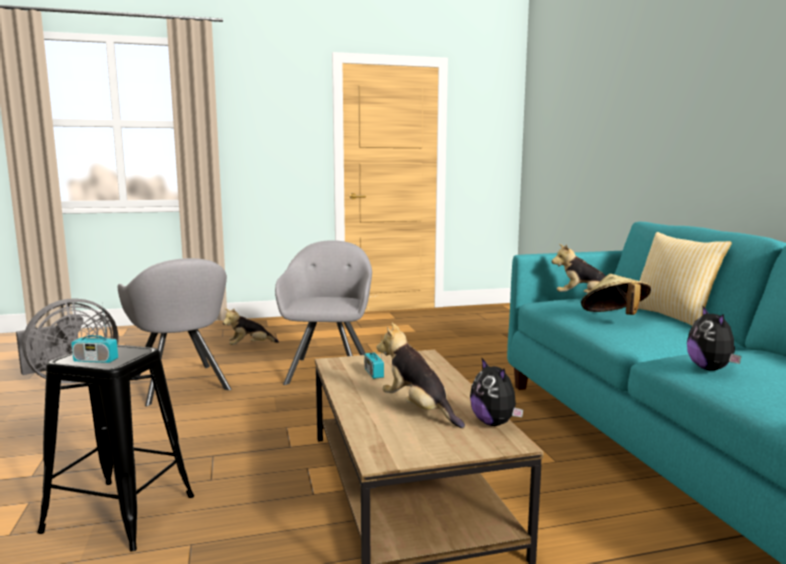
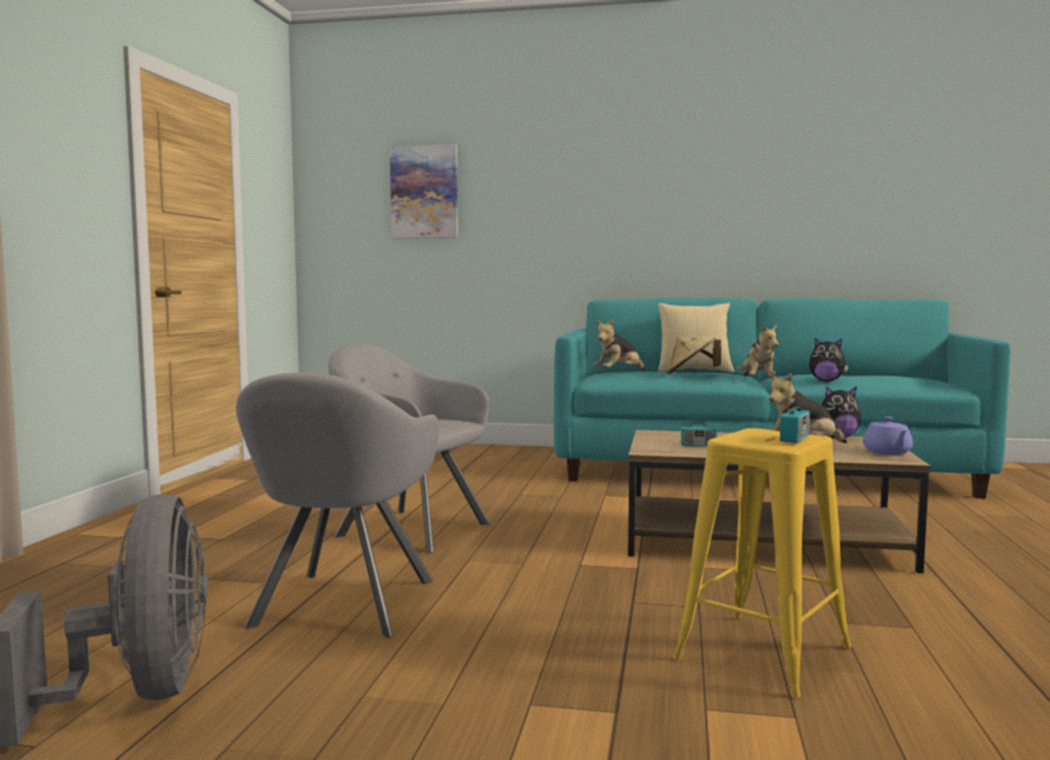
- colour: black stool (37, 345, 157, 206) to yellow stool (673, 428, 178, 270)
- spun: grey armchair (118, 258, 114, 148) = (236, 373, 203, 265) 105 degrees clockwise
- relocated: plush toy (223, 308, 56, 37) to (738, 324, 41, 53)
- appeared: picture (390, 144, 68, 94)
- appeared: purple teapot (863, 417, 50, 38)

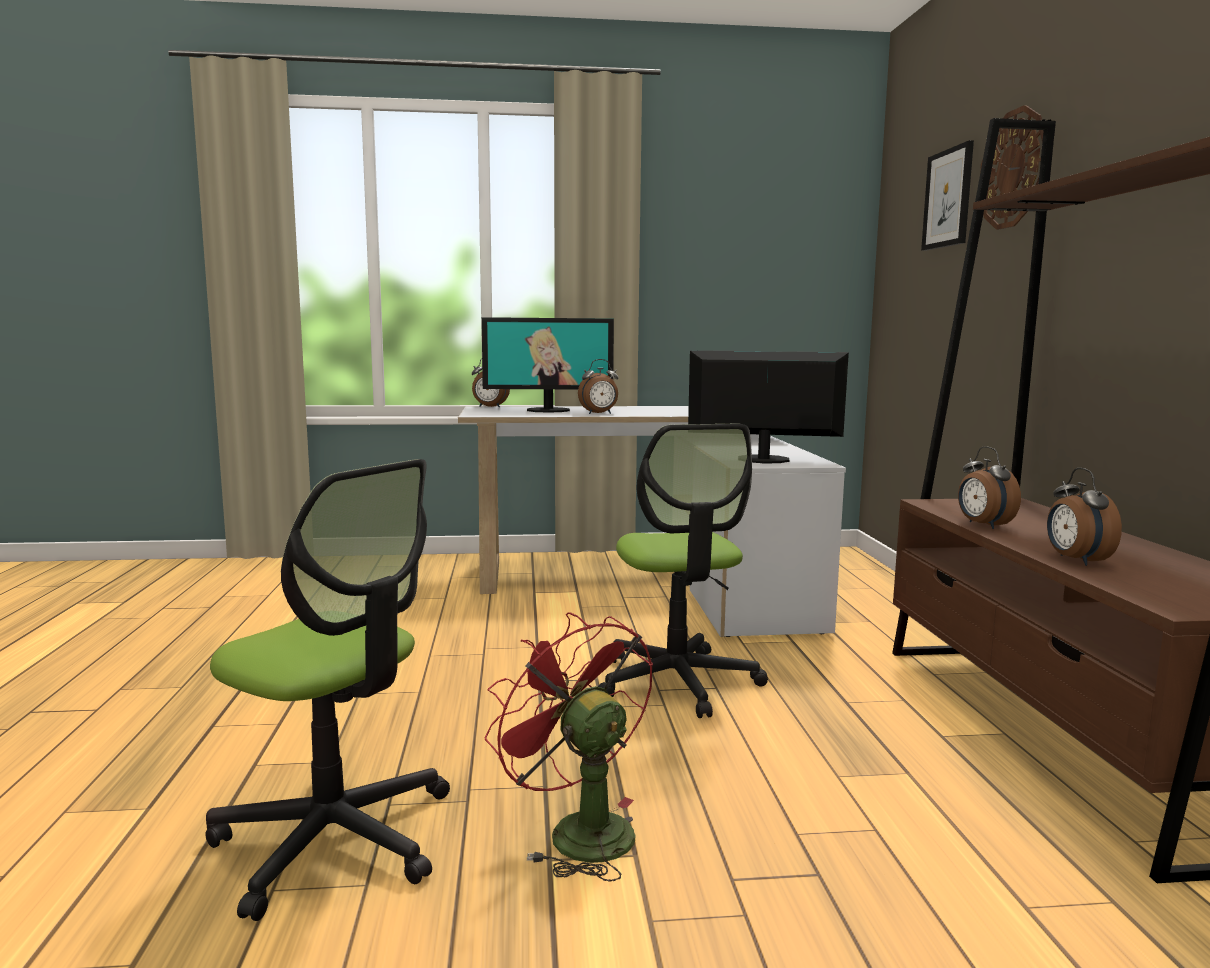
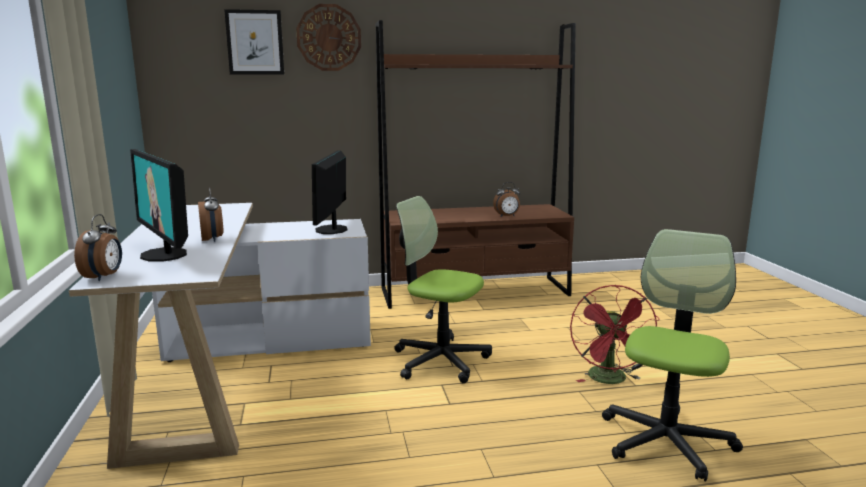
- spun: monitor (482, 317, 132, 96) = (130, 149, 58, 113) 150 degrees clockwise
- spun: red fan (485, 612, 168, 270) = (570, 285, 90, 99) 45 degrees counterclockwise
- spun: office chair (598, 424, 170, 294) = (394, 196, 98, 187) 135 degrees counterclockwise
- missing: alarm clock (958, 447, 63, 82)

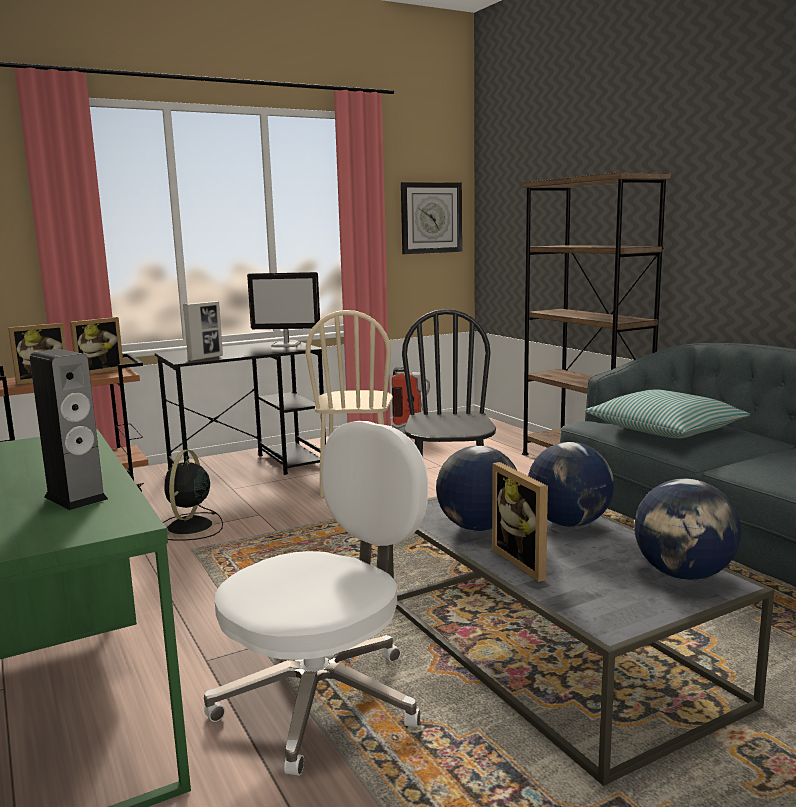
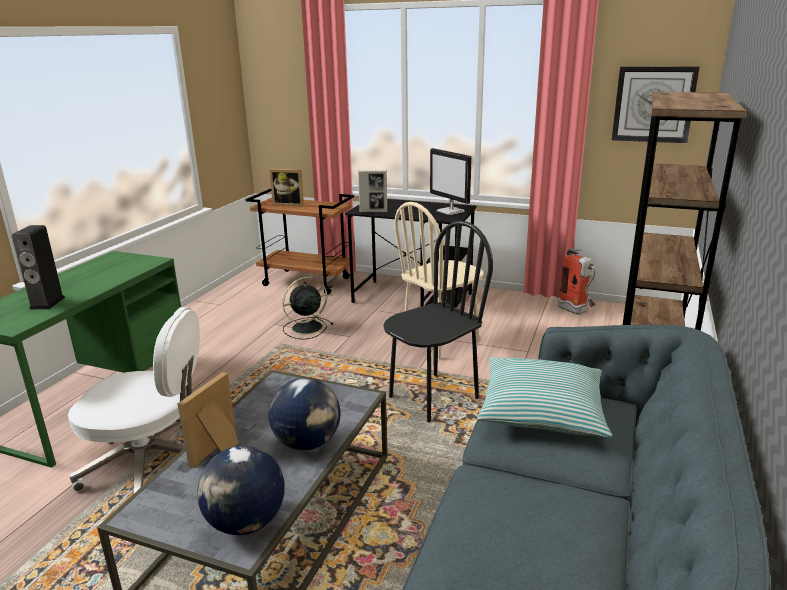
- missing: picture frame (70, 317, 54, 57)
- missing: globe (436, 446, 81, 85)

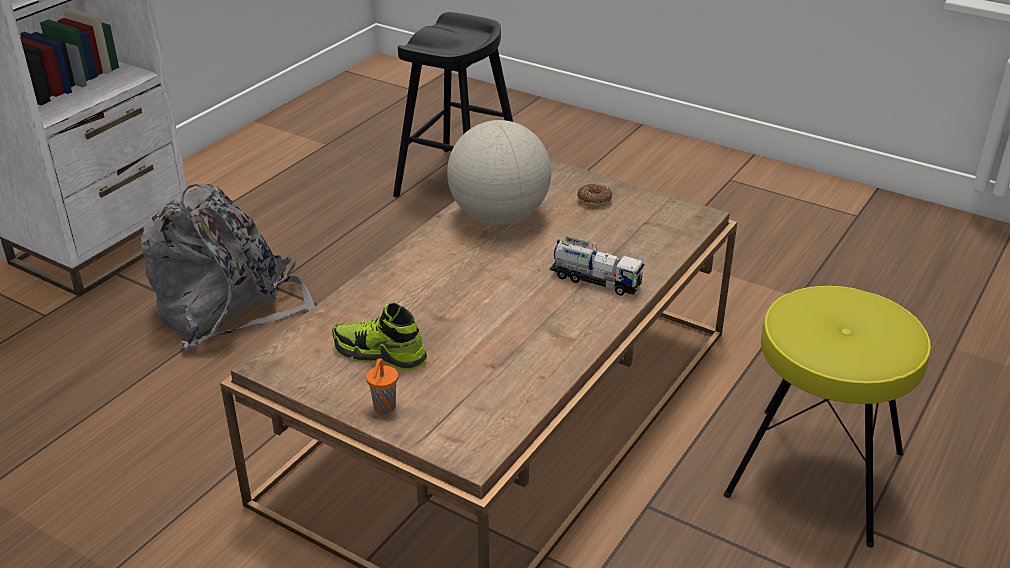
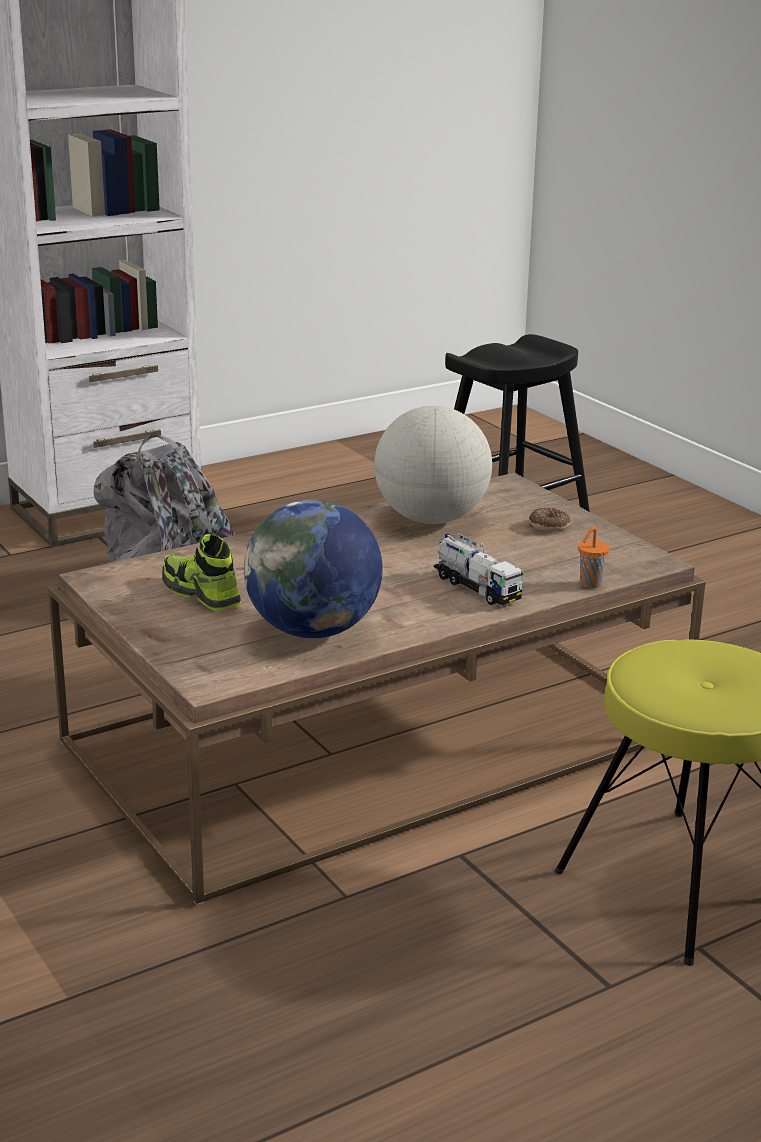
- relocated: orange cup (366, 358, 32, 56) to (578, 526, 32, 62)
- appeared: globe (244, 499, 139, 139)

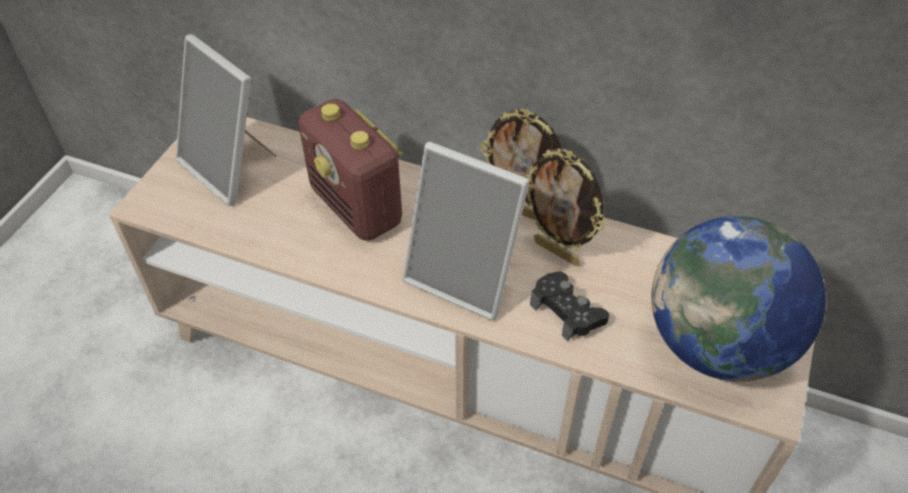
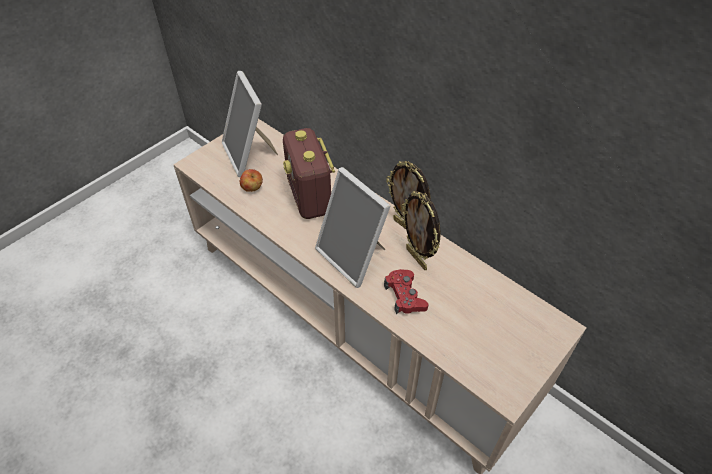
- colour: black game controller (530, 272, 79, 69) to red game controller (384, 269, 44, 45)
- missing: globe (651, 216, 175, 166)
- appeared: apple (240, 169, 23, 23)

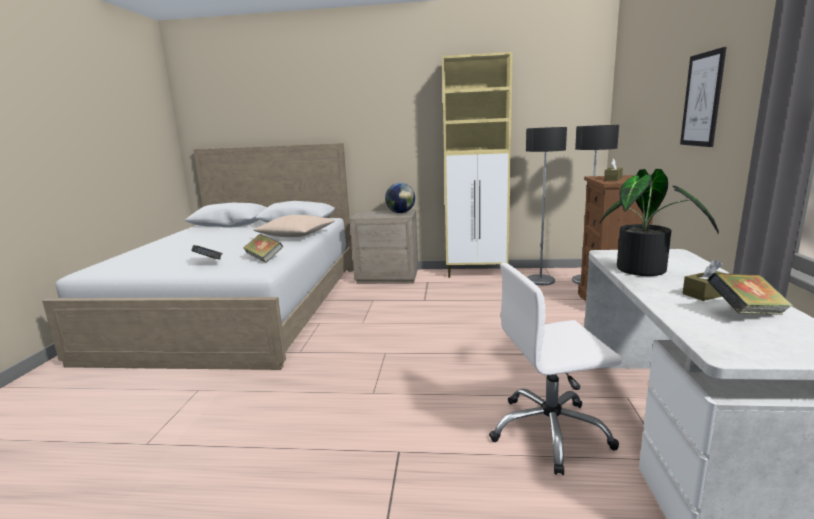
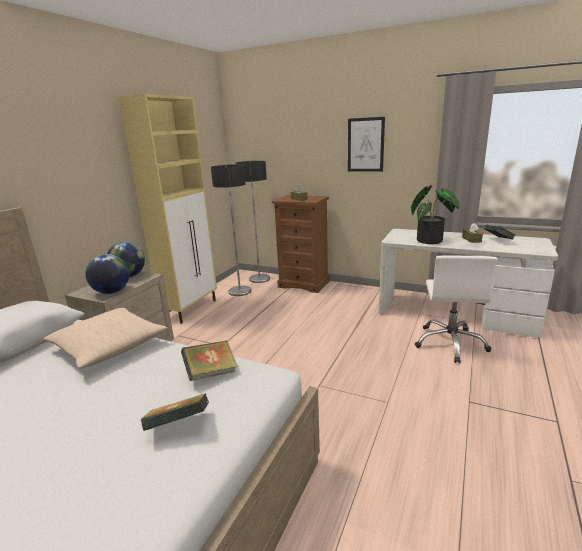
- appeared: globe (85, 254, 44, 40)

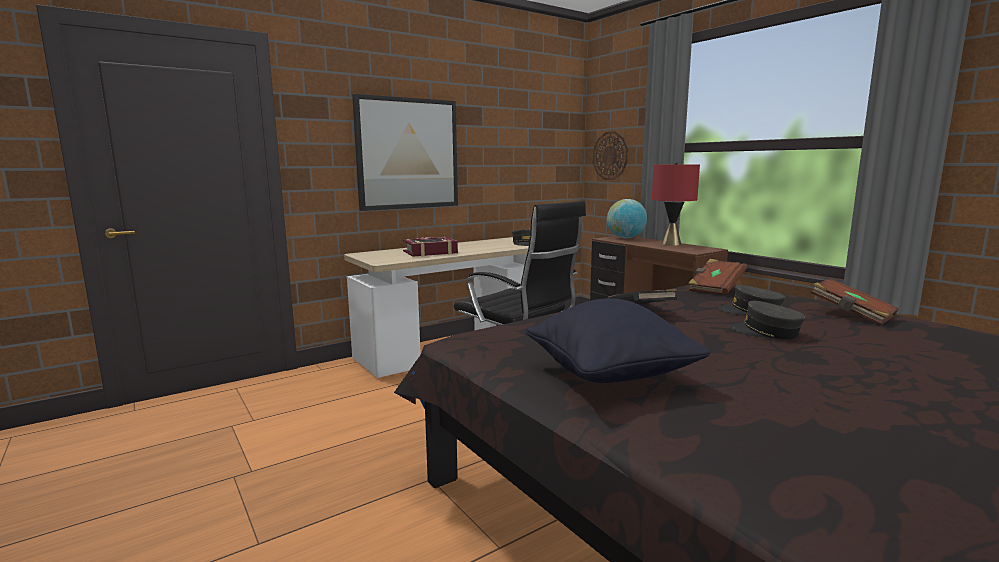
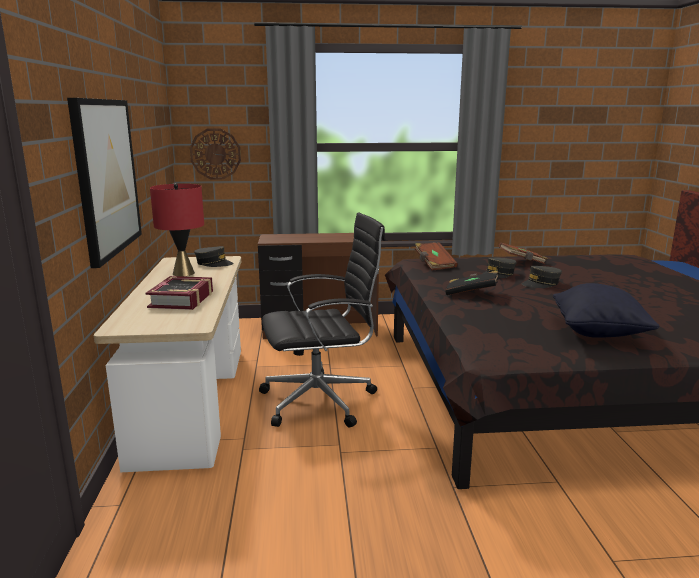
- missing: globe (607, 199, 40, 39)
- relocated: red table lamp (652, 162, 48, 84) to (150, 183, 54, 94)

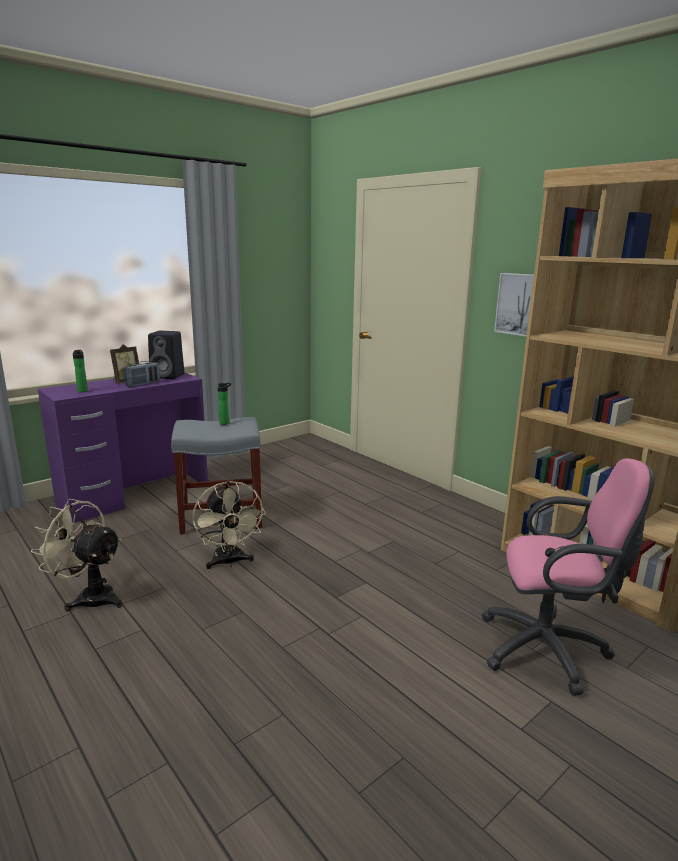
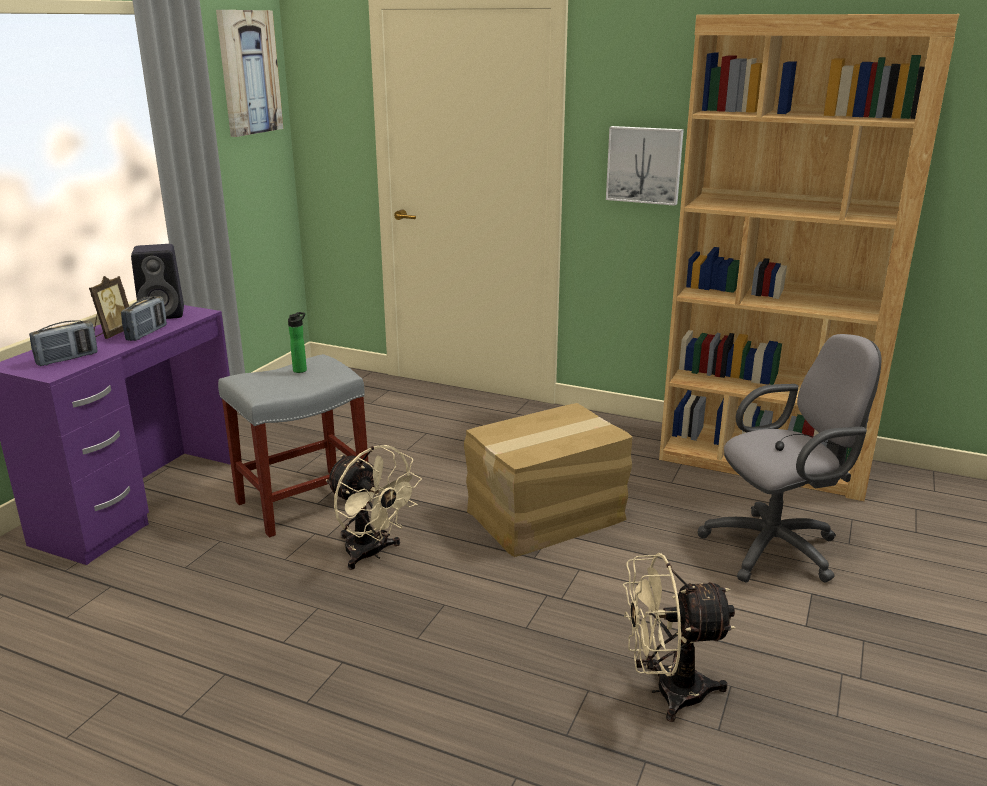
- relocated: beige fan (31, 499, 91, 112) to (623, 553, 113, 169)
- exchanged: bottle (73, 350, 15, 42) to radio (29, 320, 69, 46)
- colour: pink office chair (481, 458, 174, 238) to grey office chair (697, 334, 184, 249)
- appeared: picture (216, 10, 67, 127)
- appeared: cardboard box (464, 403, 168, 154)

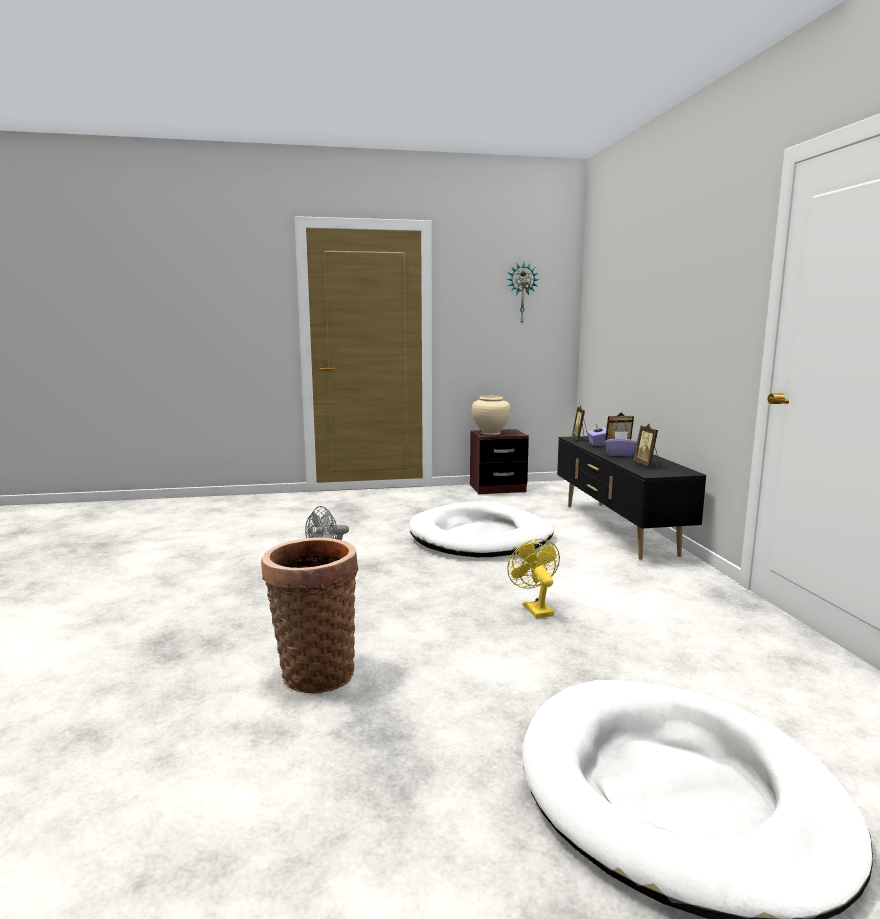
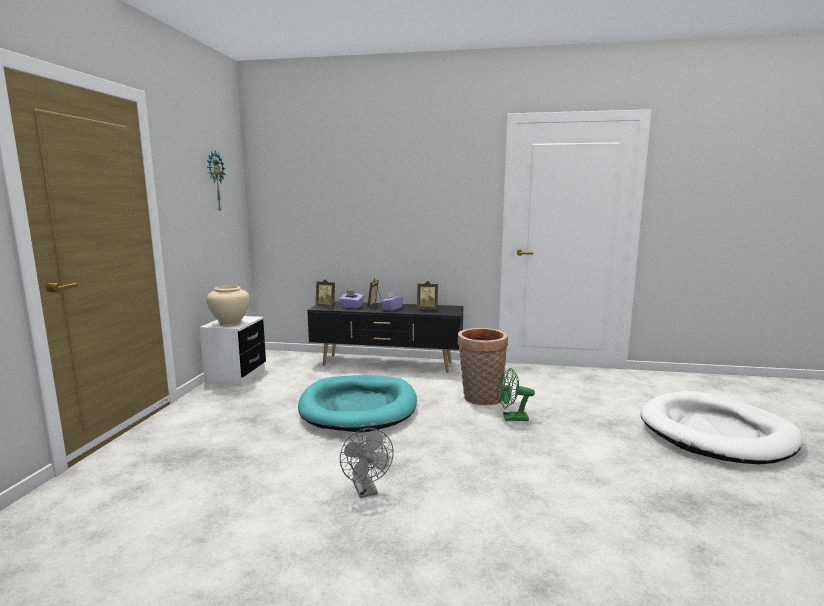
- relocated: basket (261, 537, 97, 157) to (457, 328, 51, 77)
- colour: white dog bed (409, 502, 145, 55) to turquoise dog bed (298, 375, 119, 58)
- colour: brown nightstand (470, 429, 59, 65) to white nightstand (200, 316, 66, 70)
- colour: yellow fan (507, 539, 53, 79) to green fan (497, 368, 38, 53)

